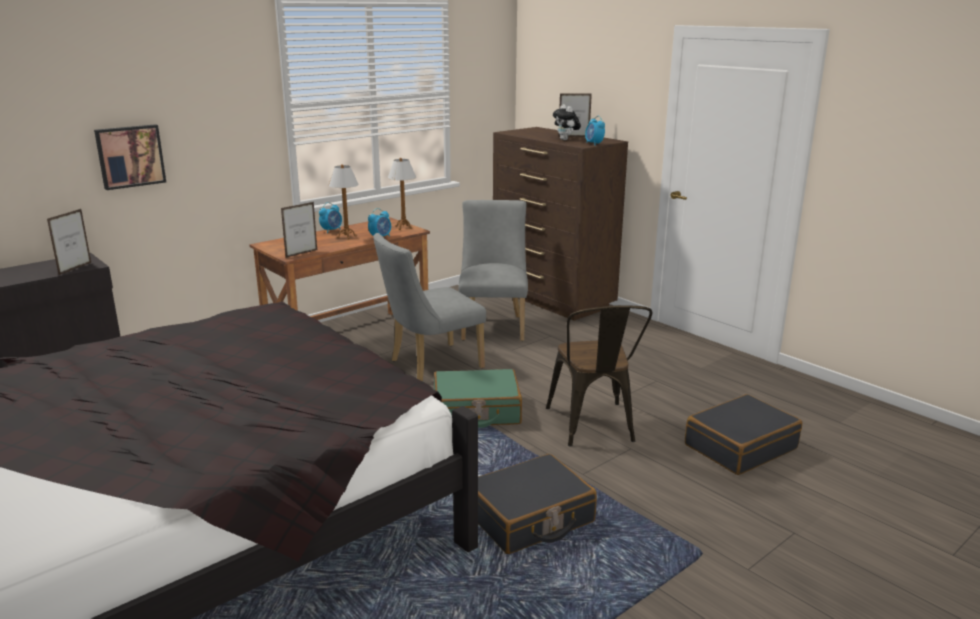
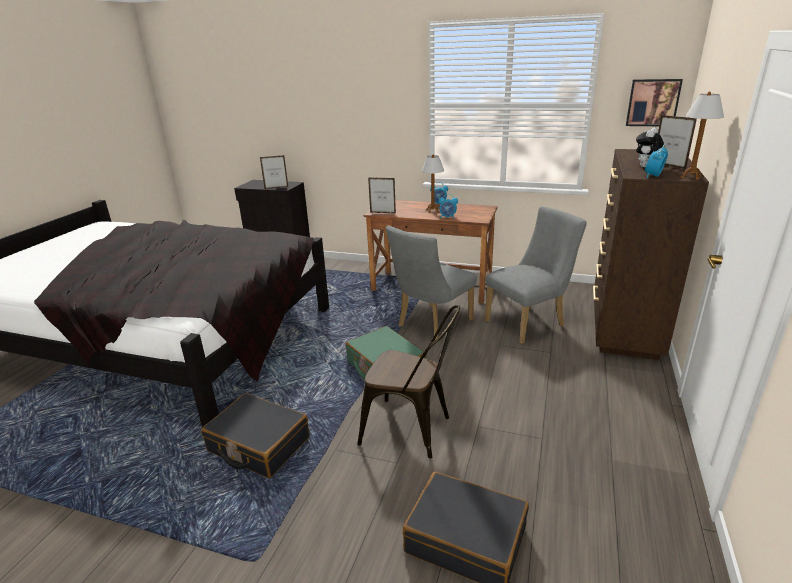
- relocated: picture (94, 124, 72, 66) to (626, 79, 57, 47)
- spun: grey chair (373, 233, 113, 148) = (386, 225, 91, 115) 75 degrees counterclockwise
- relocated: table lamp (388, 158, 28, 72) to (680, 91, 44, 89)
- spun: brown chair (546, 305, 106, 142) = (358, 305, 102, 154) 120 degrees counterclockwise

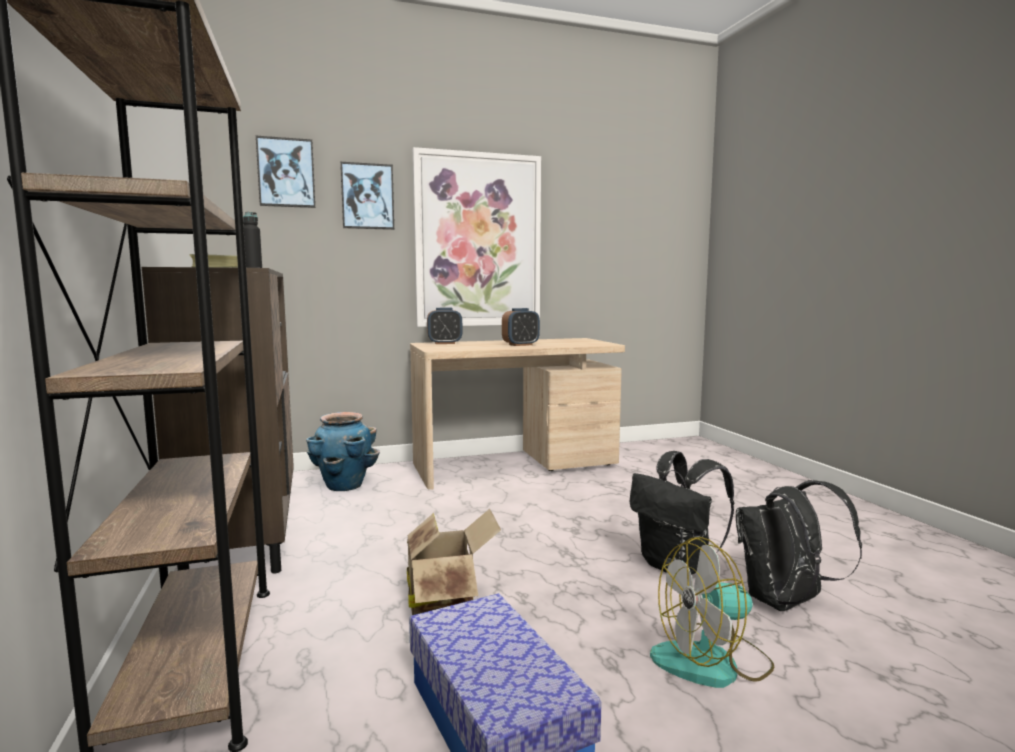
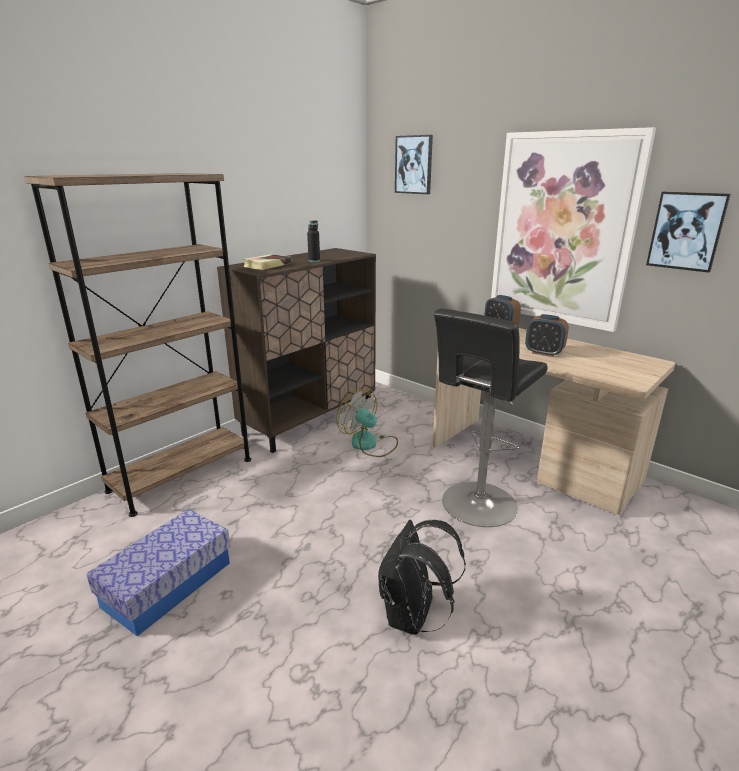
- missing: planter (306, 412, 74, 79)
- relocated: picture (340, 162, 54, 68) to (646, 192, 85, 81)
- missing: cardboard box (407, 509, 94, 106)
- relocated: fan (650, 537, 125, 151) to (336, 389, 62, 68)
- missing: black backpack (736, 480, 126, 131)
- appeared: black stool (434, 308, 114, 219)

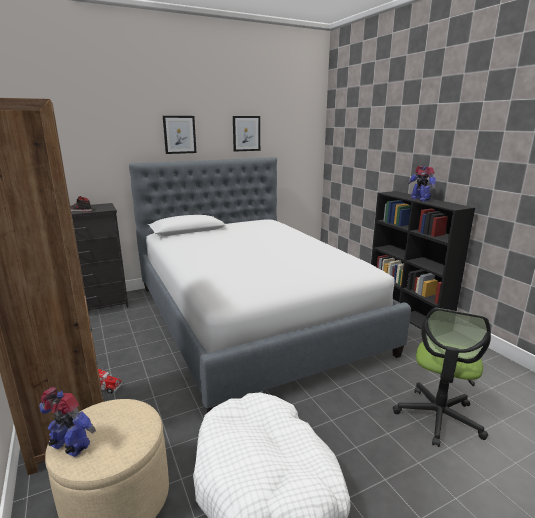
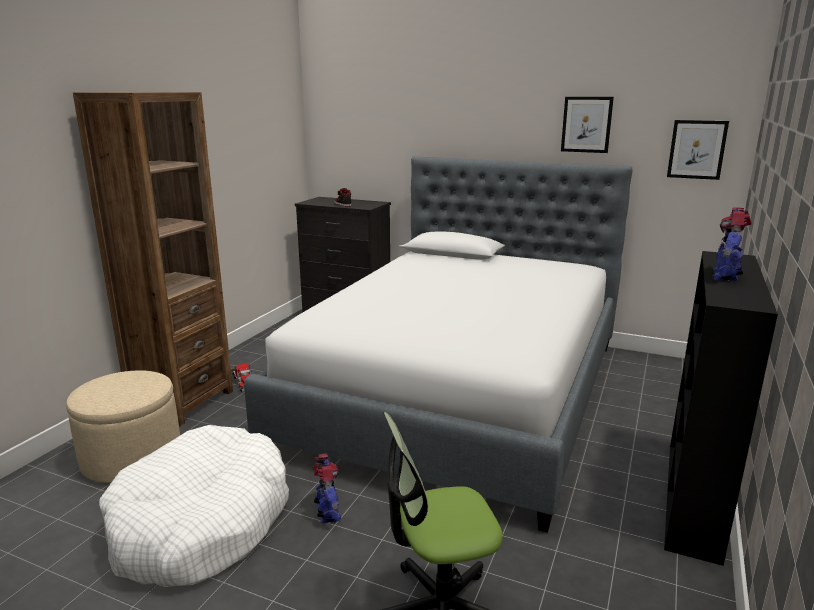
- relocated: toy robot (39, 387, 57, 70) to (313, 454, 28, 70)
- relocated: picture (163, 116, 34, 38) to (667, 120, 62, 60)

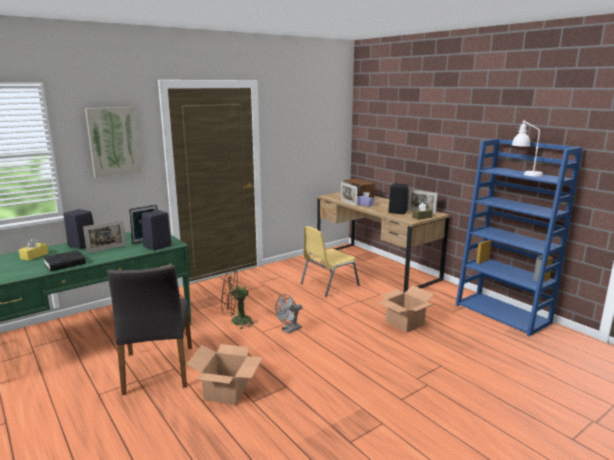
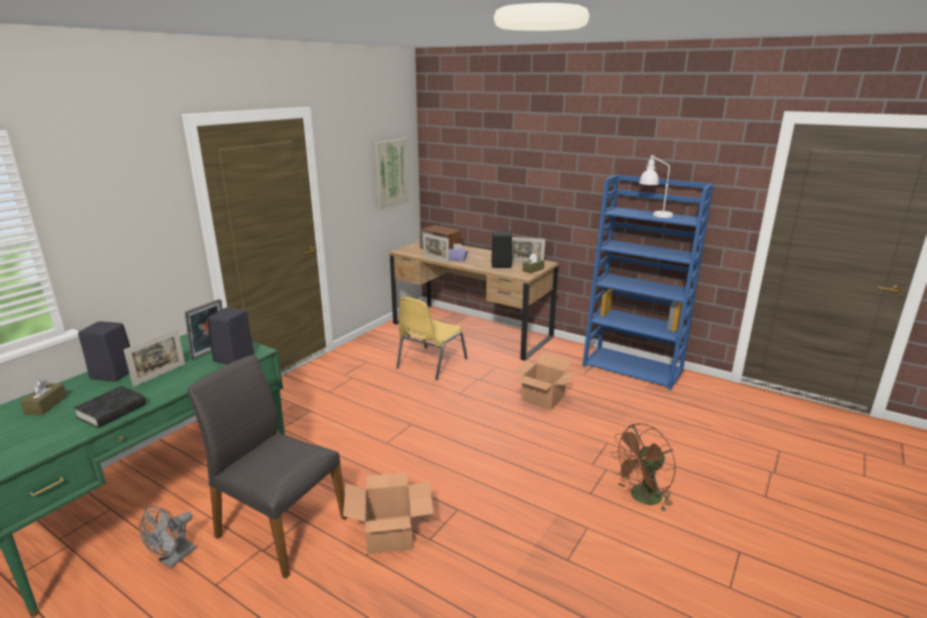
- colour: yellow tissue box (19, 238, 30, 23) to brown tissue box (20, 378, 47, 37)
- relocated: picture (85, 107, 56, 71) to (374, 138, 35, 71)
- spun: grey chair (107, 265, 85, 130) = (188, 355, 160, 224) 150 degrees clockwise
- relocated: brown fan (221, 270, 36, 59) to (611, 423, 64, 88)
- relocated: grey fan (275, 294, 27, 39) to (140, 506, 56, 62)

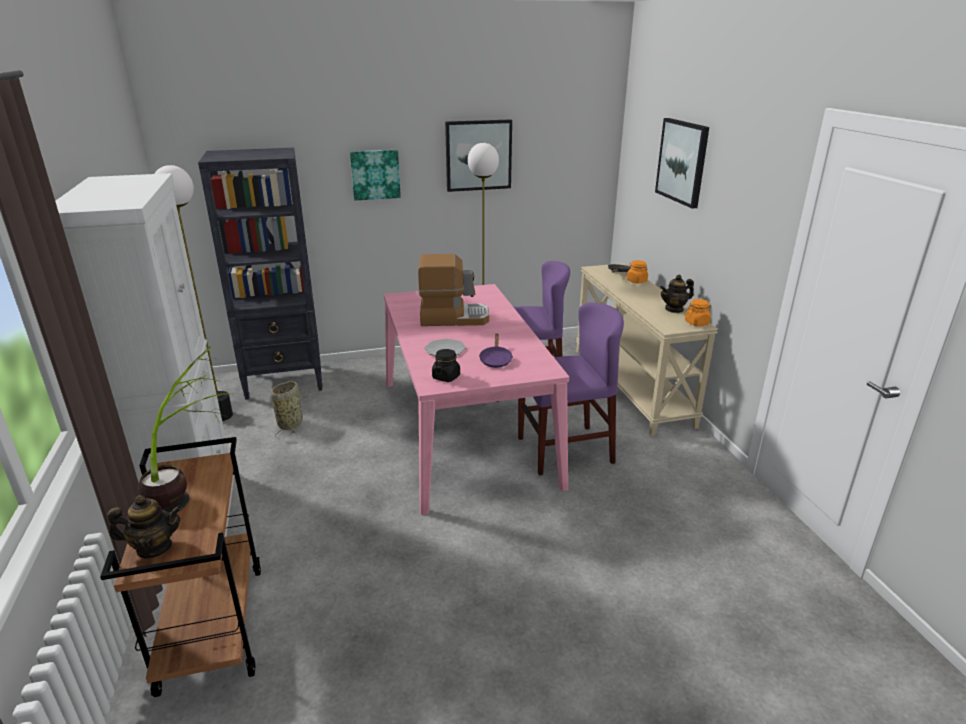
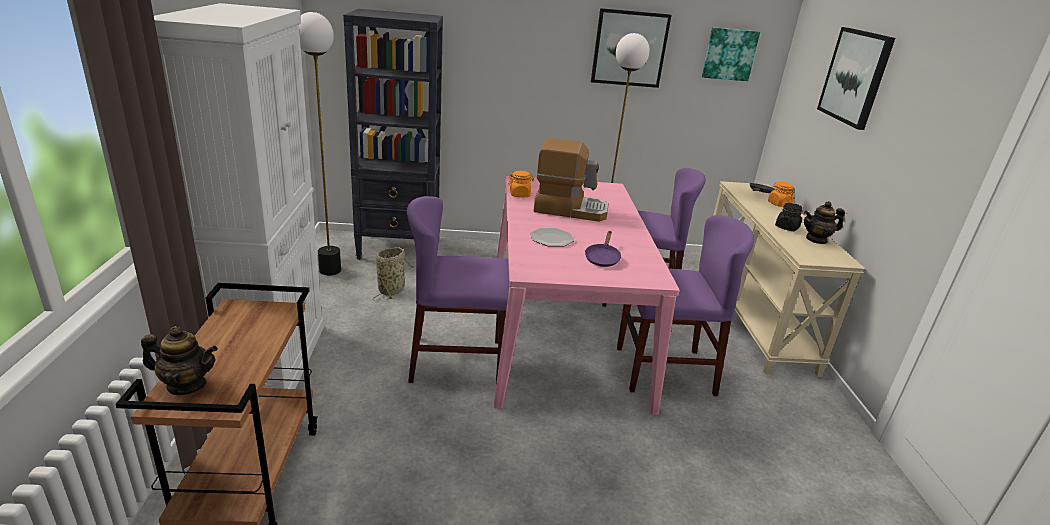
- missing: potted plant (138, 346, 85, 167)
- relocated: picture (350, 150, 51, 51) to (702, 27, 58, 54)
- relocated: black jar (432, 349, 28, 33) to (775, 203, 27, 28)
- relocated: orange jar (685, 299, 27, 27) to (508, 171, 26, 26)
- appeared: purple chair (407, 196, 102, 187)

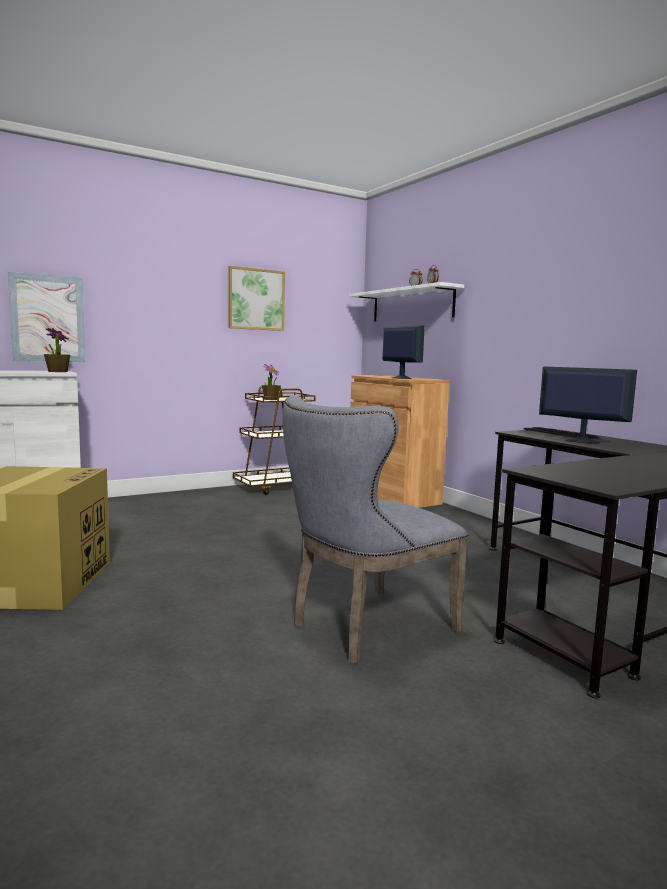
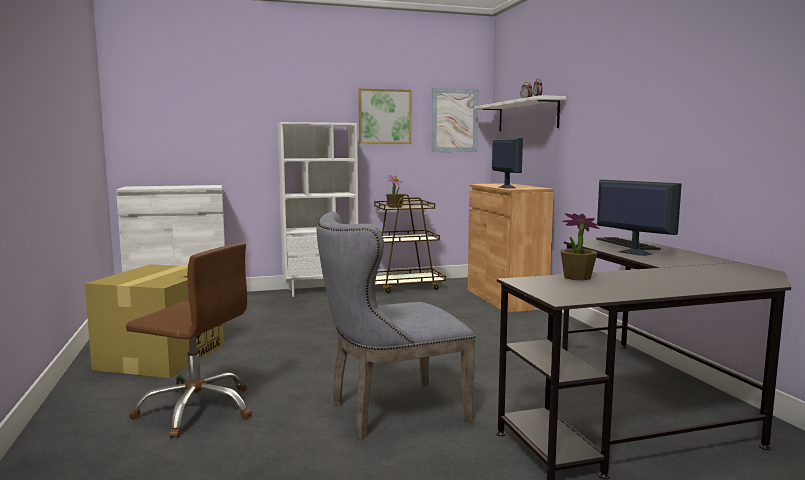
- relocated: picture (8, 272, 77, 90) to (431, 88, 48, 64)
- relocated: potted plant (44, 328, 26, 44) to (560, 213, 39, 68)
- appeared: brown office chair (126, 242, 126, 196)
- appeared: white bookcase (277, 122, 81, 175)

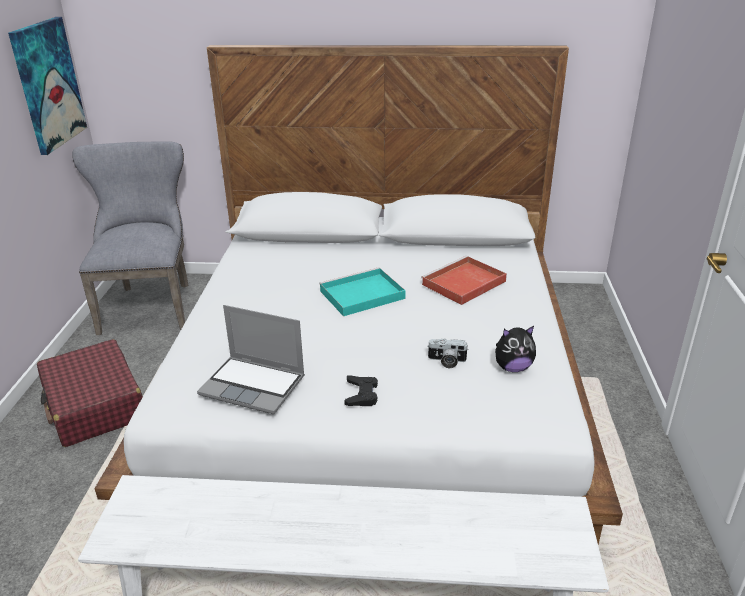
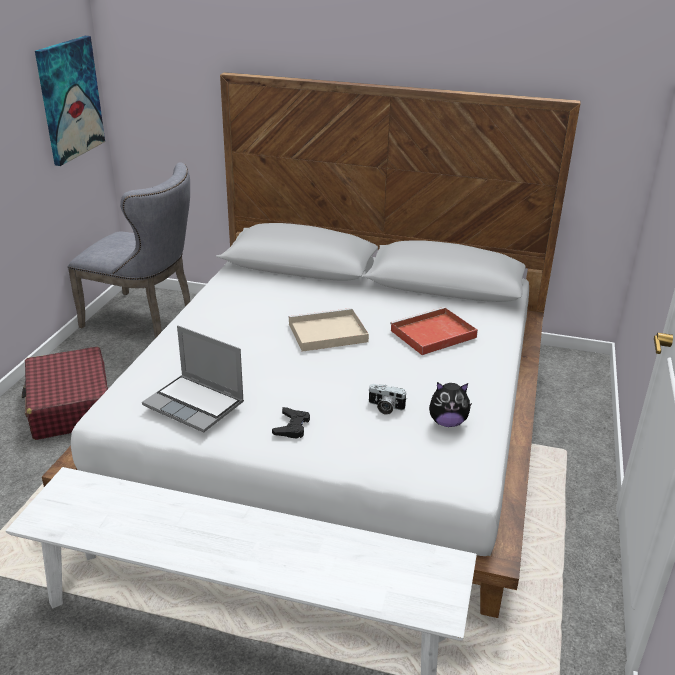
- spun: grey chair (72, 141, 116, 194) = (68, 162, 122, 176) 105 degrees clockwise
- colour: turquoise tray (319, 267, 86, 49) to beige tray (289, 308, 80, 44)

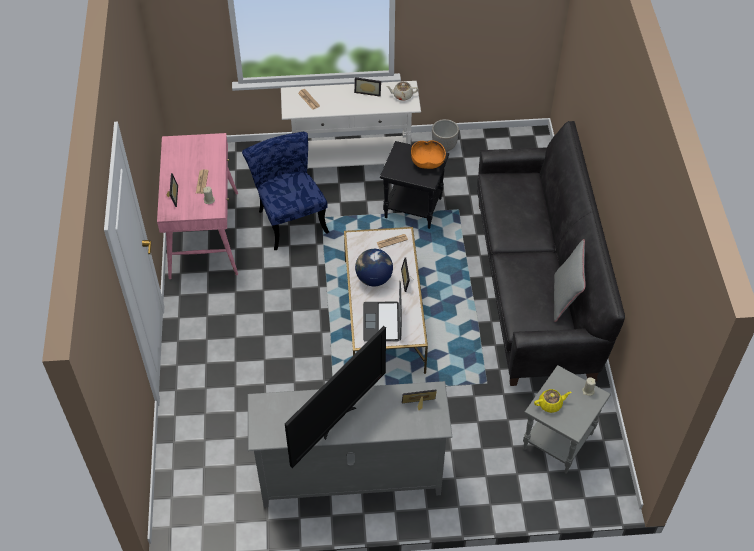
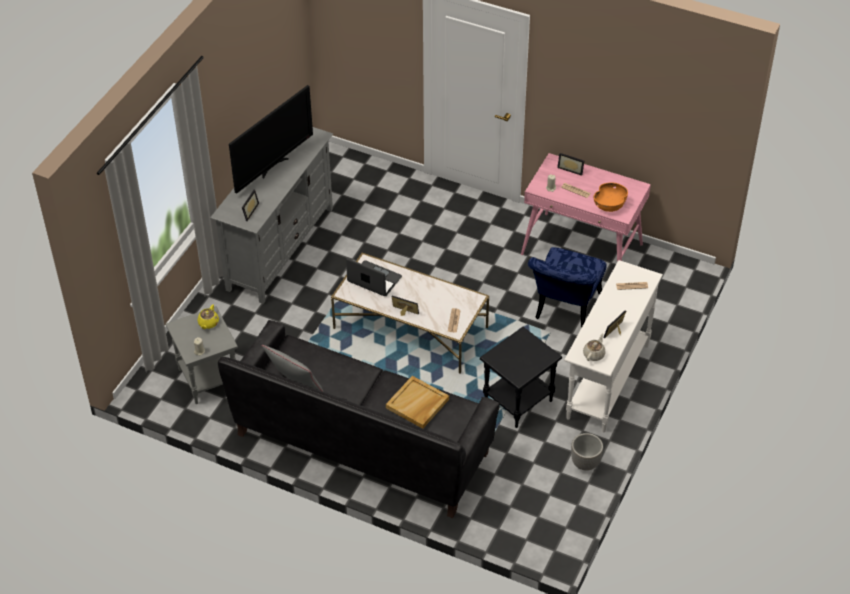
- spun: blue chair (242, 132, 87, 118) = (528, 247, 78, 81) 105 degrees clockwise
- spun: television (285, 326, 101, 142) = (229, 85, 84, 109) 120 degrees counterclockwise
- missing: globe (355, 249, 38, 37)
- relocated: orange bowl (411, 140, 35, 29) to (594, 182, 34, 30)
- appeared: beige tray (386, 376, 63, 52)

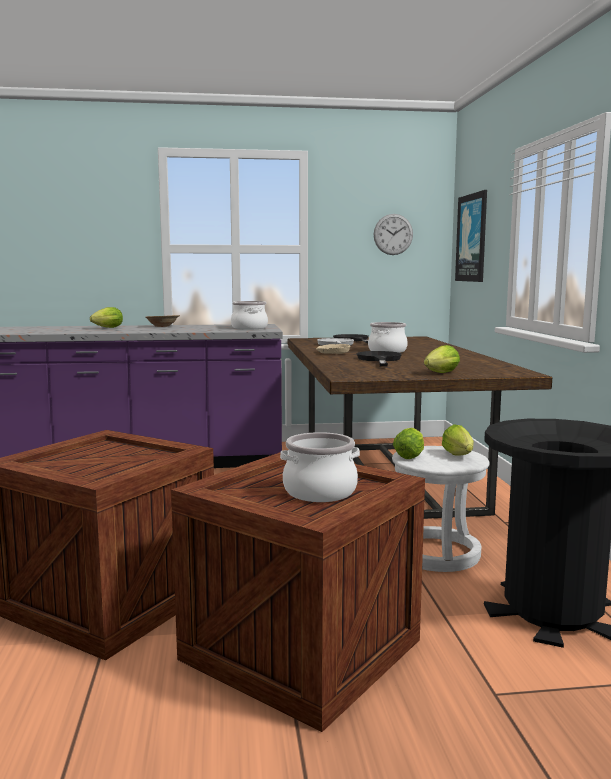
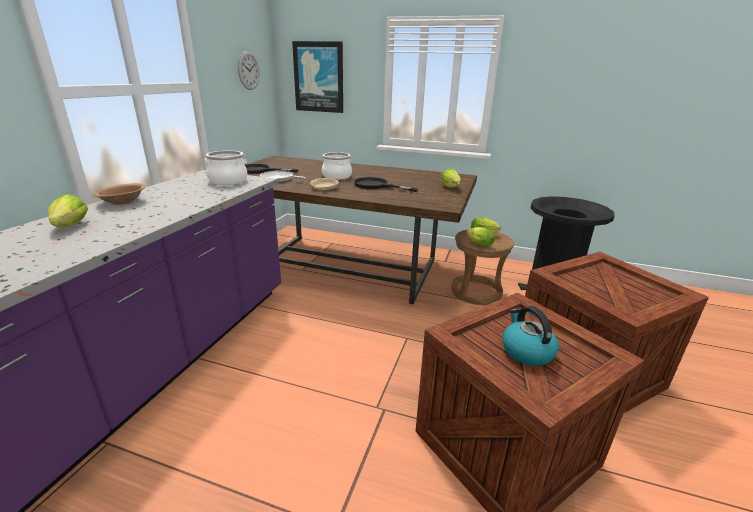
- missing: cooking pot (280, 432, 80, 70)
- colour: white stool (392, 446, 98, 126) to brown stool (451, 230, 63, 75)
- appeared: kettle (502, 306, 57, 60)

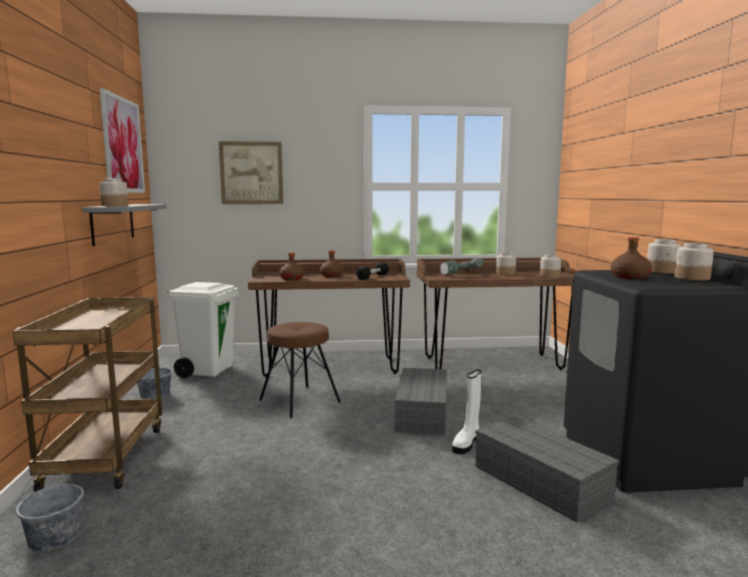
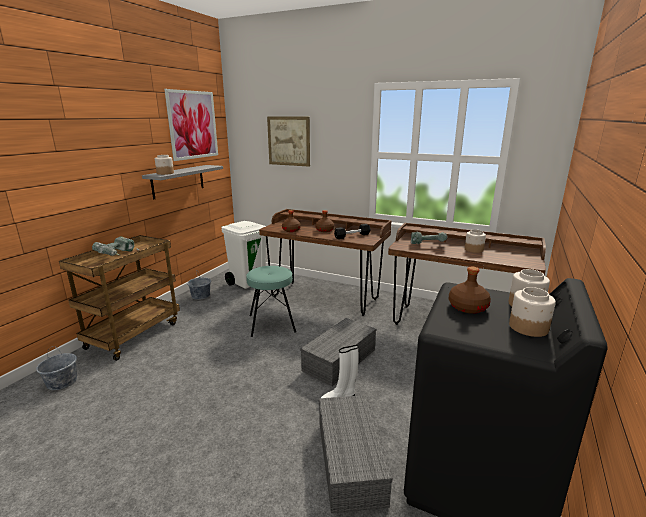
- colour: brown stool (259, 322, 82, 96) to turquoise stool (247, 266, 49, 71)
- missing: jar (540, 254, 22, 24)
- appeared: power drill (92, 237, 47, 19)

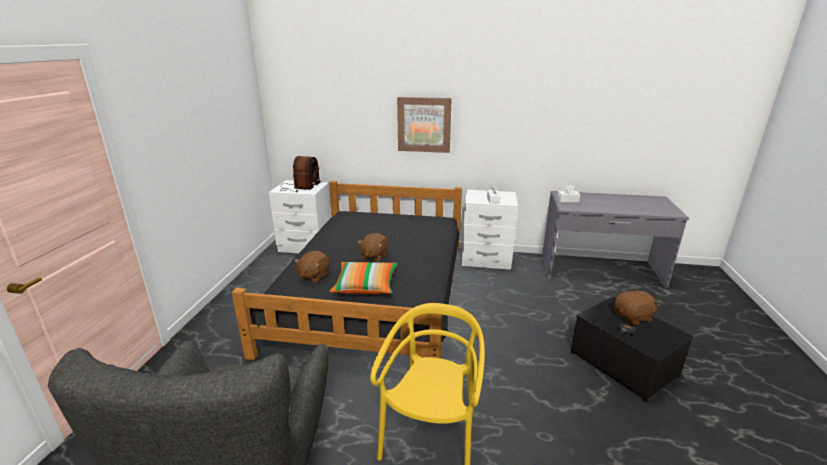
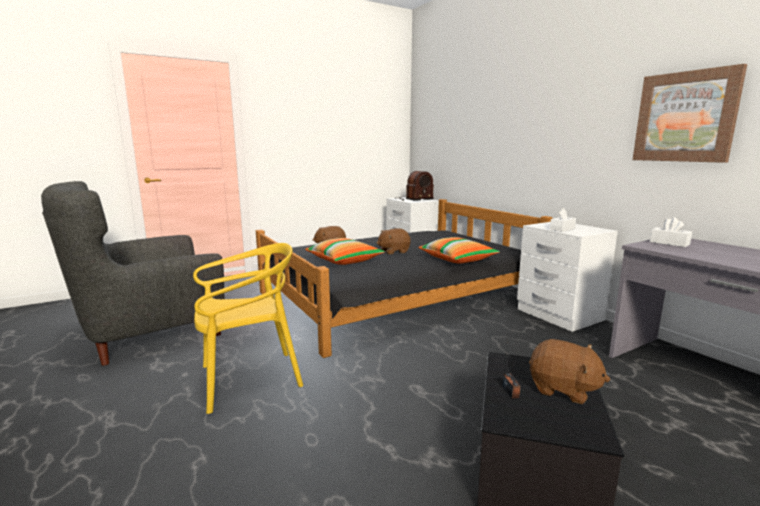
- relocated: picture (397, 97, 55, 56) to (633, 64, 114, 99)
- appeared: pillow (418, 237, 82, 27)

